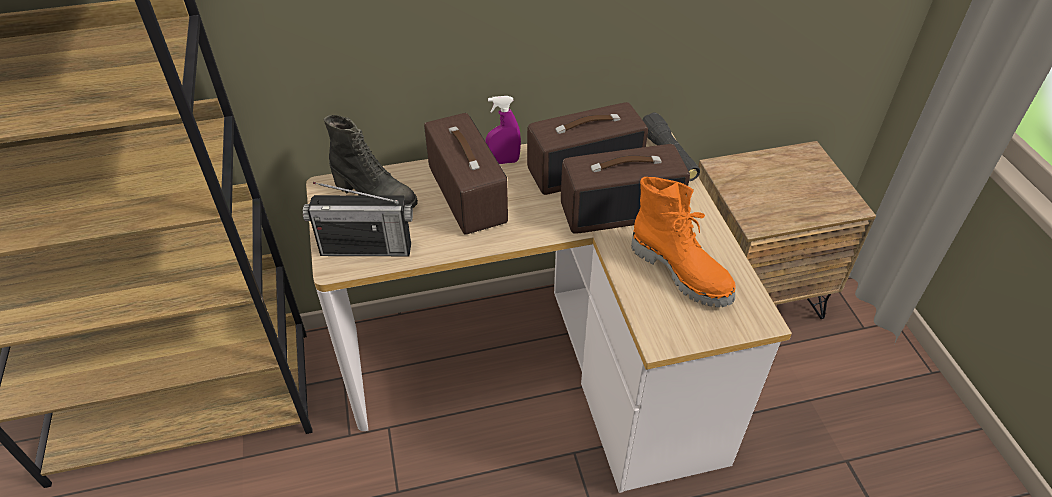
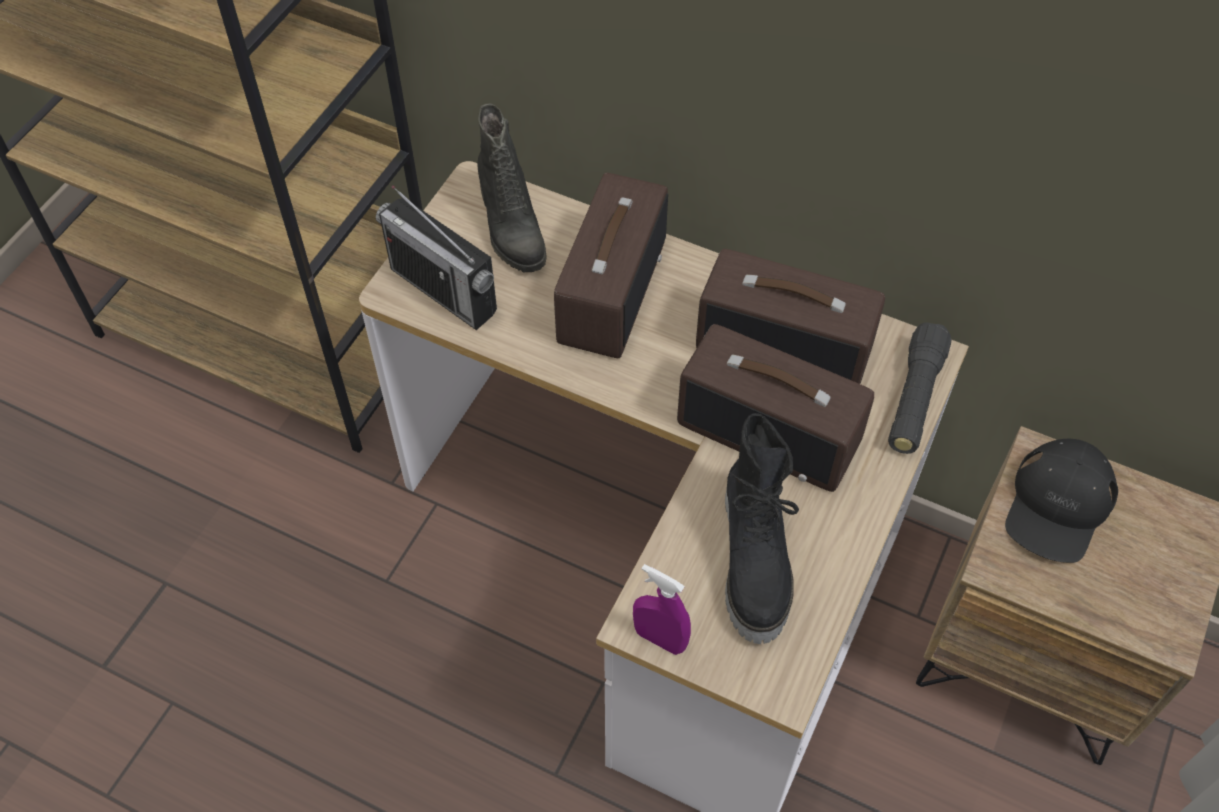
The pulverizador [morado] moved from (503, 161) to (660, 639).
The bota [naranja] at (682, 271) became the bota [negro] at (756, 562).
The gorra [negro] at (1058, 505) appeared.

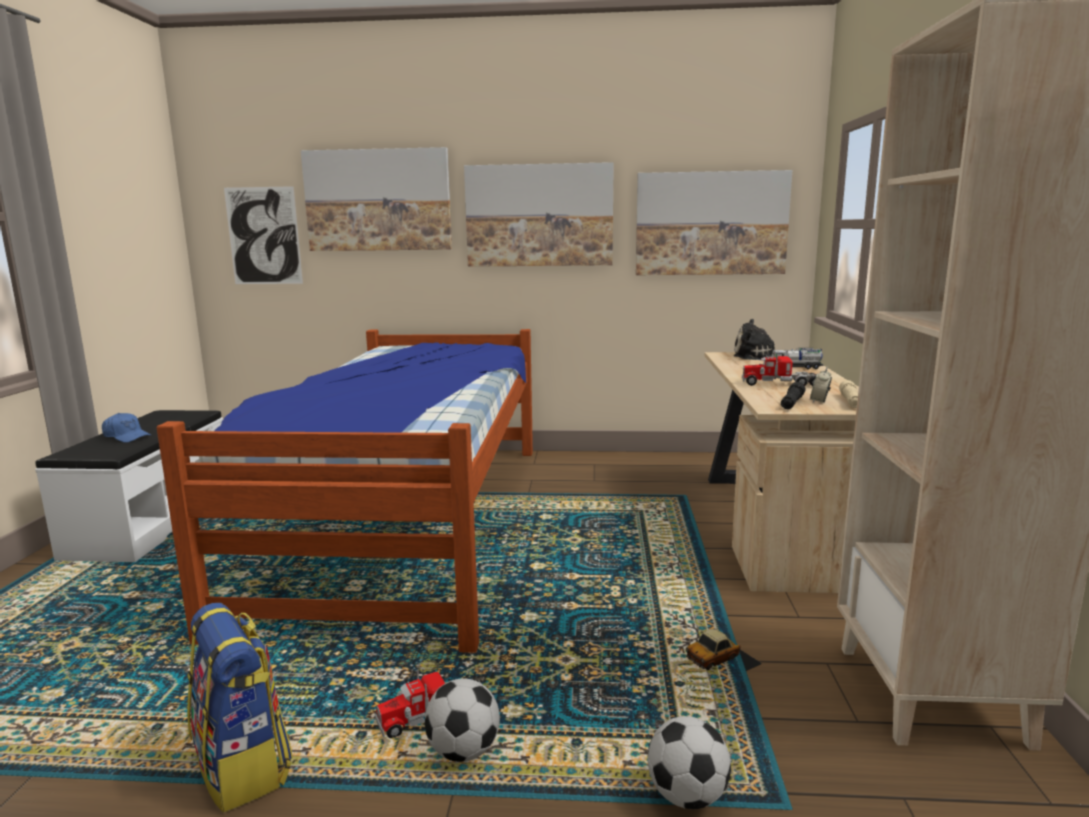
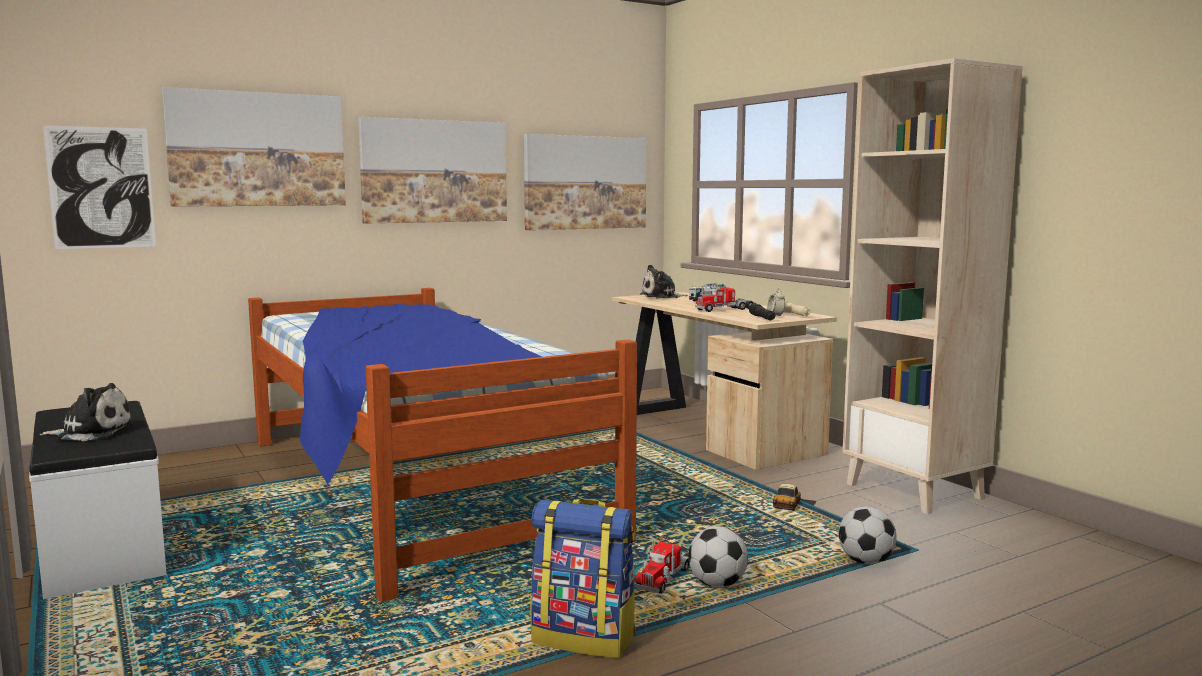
The gorra [azul] at (126, 436) was replaced by the peluche at (91, 432).

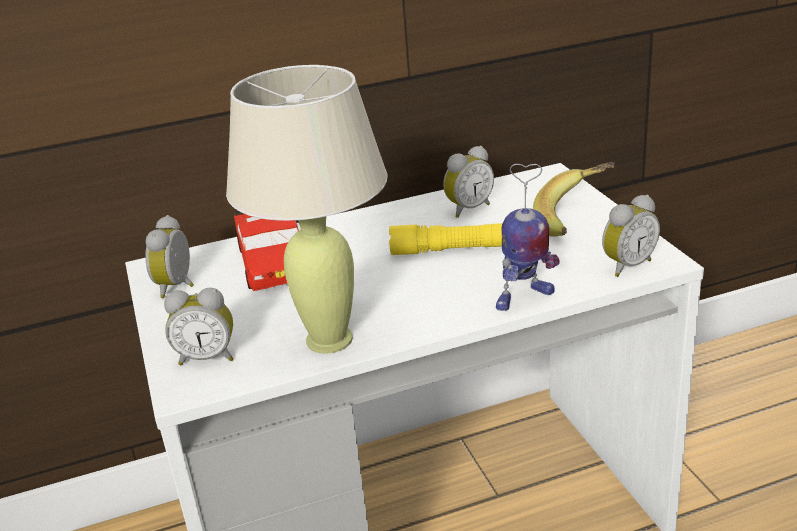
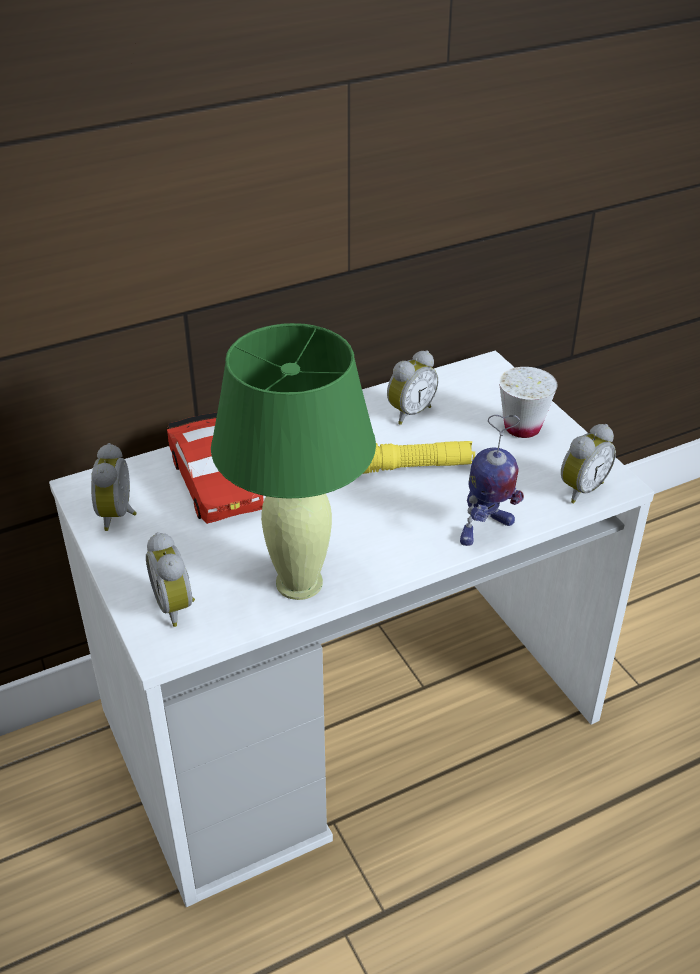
The despertador at (207, 357) turned 75 degrees clockwise.
The lámpara de mesa [beis] at (329, 339) became the lámpara de mesa [verde] at (299, 582).
The plátano at (576, 218) was replaced by the taza [blanco] at (522, 427).

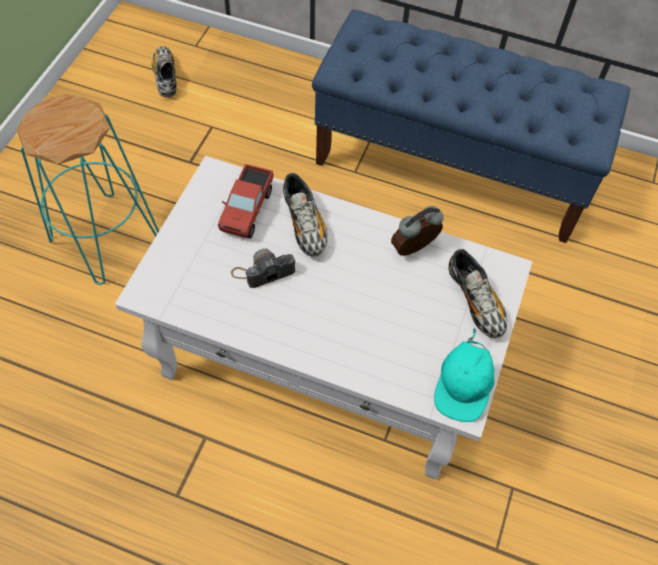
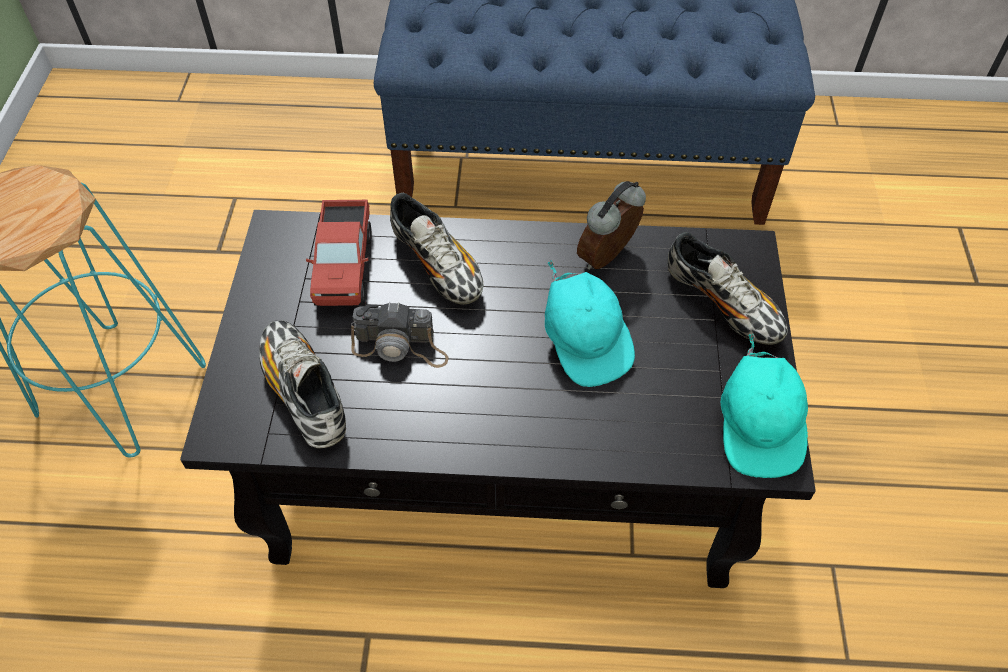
The mesa de centro [blanco] at (327, 357) became the mesa de centro [negro] at (507, 463).
The zapato moved from (166, 77) to (304, 393).
The cámara at (263, 271) turned 135 degrees counterclockwise.
The gorra [turquesa] at (585, 342) appeared.

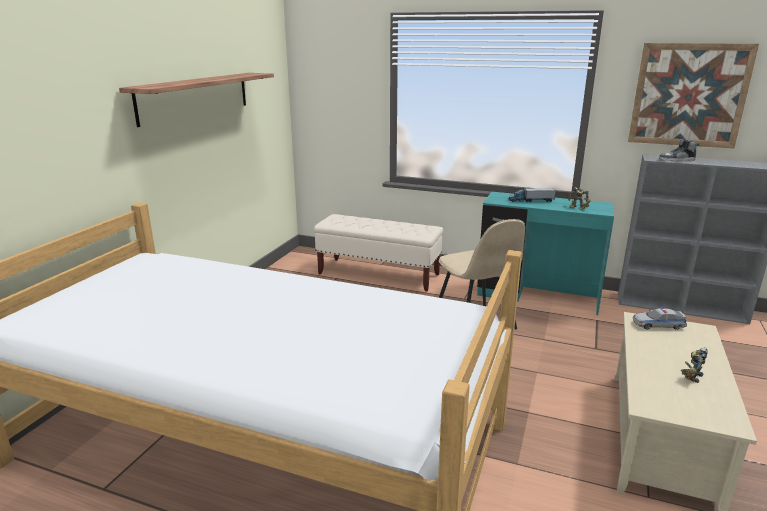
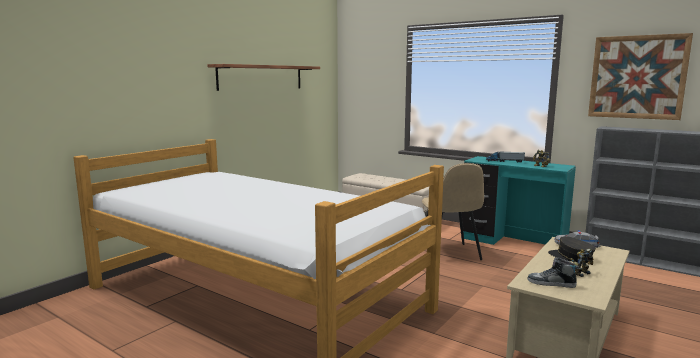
The zapato moved from (676, 160) to (551, 283).
The gorra [gris] at (571, 257) appeared.

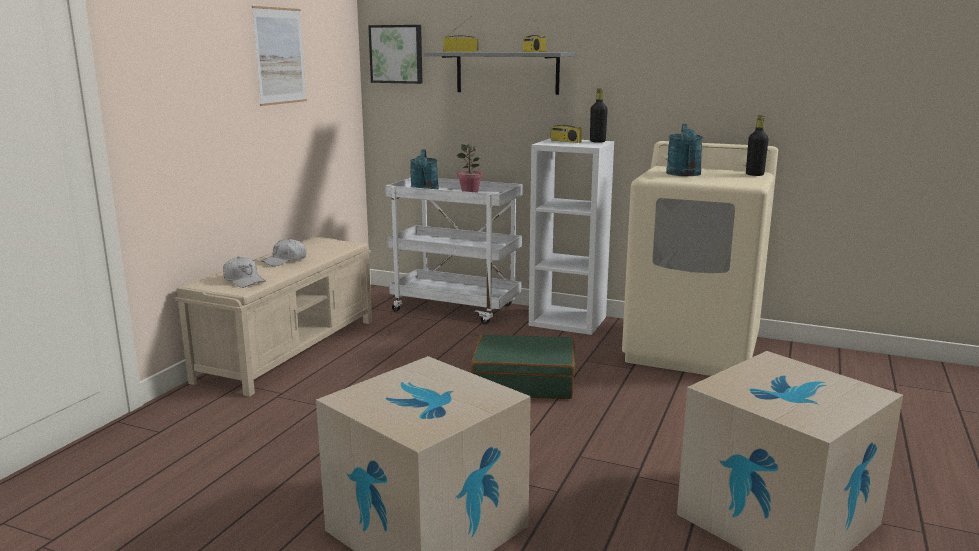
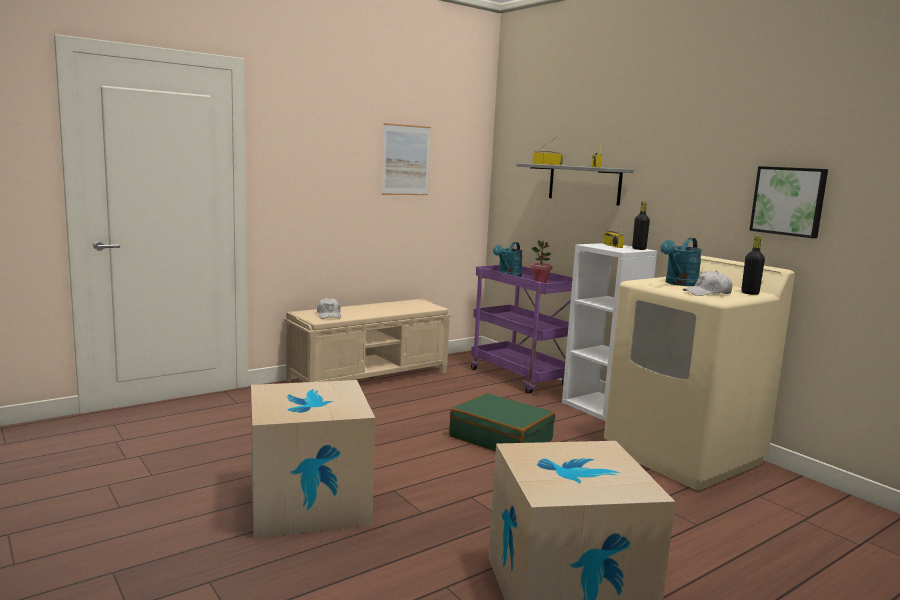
The gorra [blanco] moved from (285, 260) to (707, 293).
The cuadro moved from (397, 54) to (789, 201).
The carrito [blanco] at (457, 308) became the carrito [morado] at (522, 378).

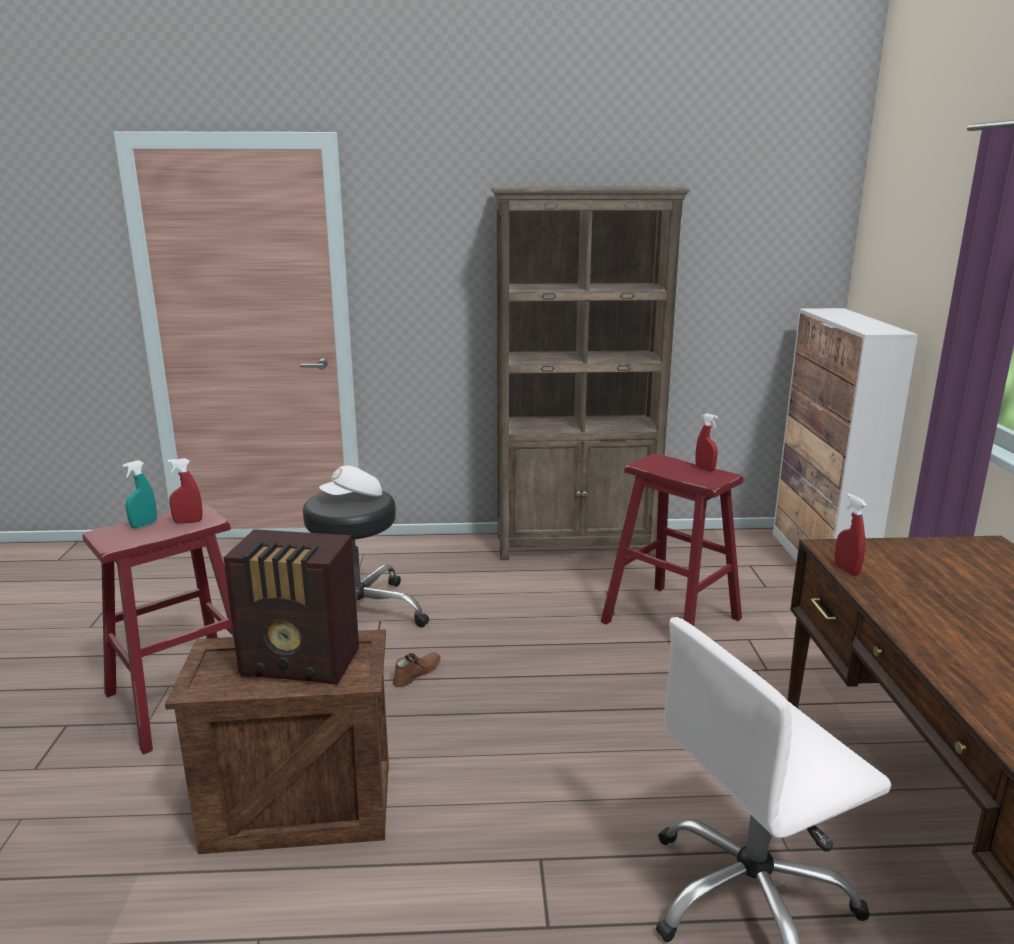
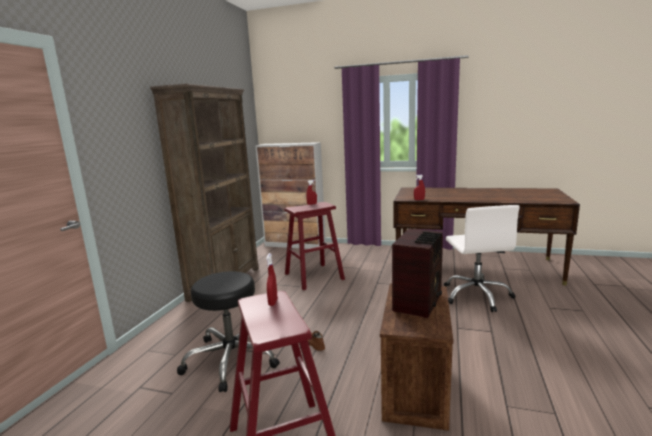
The pulverizador [turquesa] at (144, 525) disappeared.
The gorra [blanco] at (353, 498) disappeared.

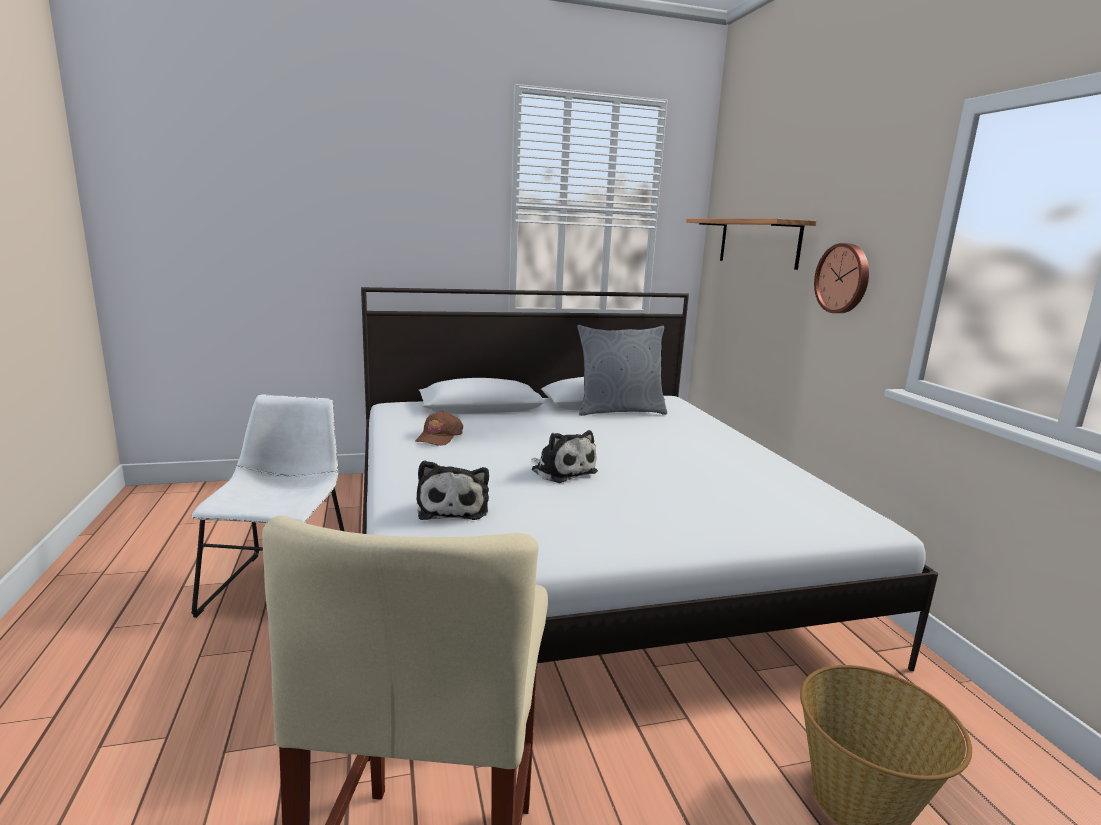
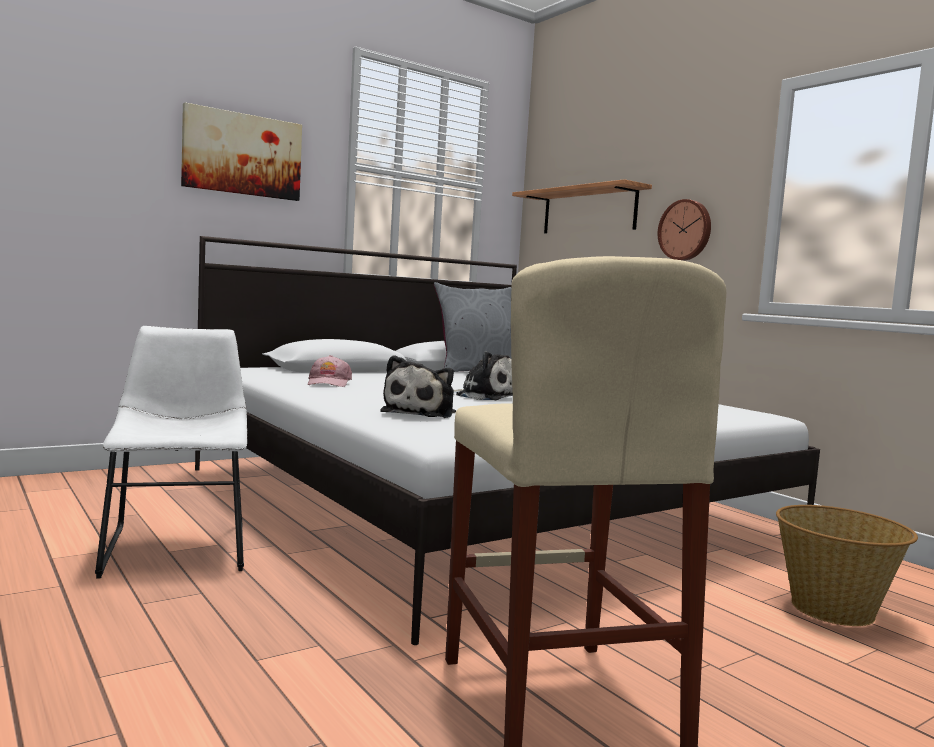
The gorra [marrón] at (439, 437) became the gorra [rosa] at (329, 383).
The peluche at (453, 508) turned 45 degrees clockwise.
The cuadro at (242, 154) appeared.

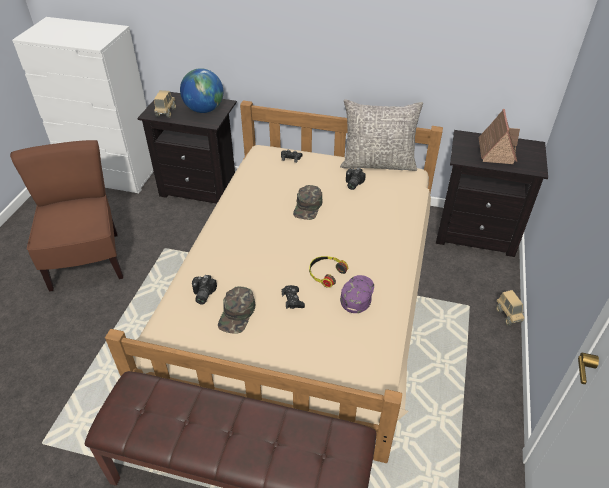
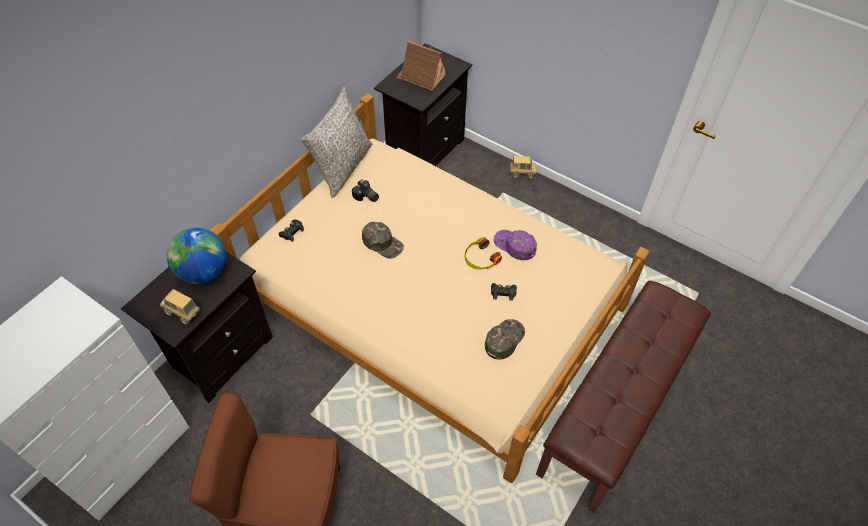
The cámara at (202, 294) disappeared.
The gorra [verde] at (237, 314) turned 90 degrees counterclockwise.

